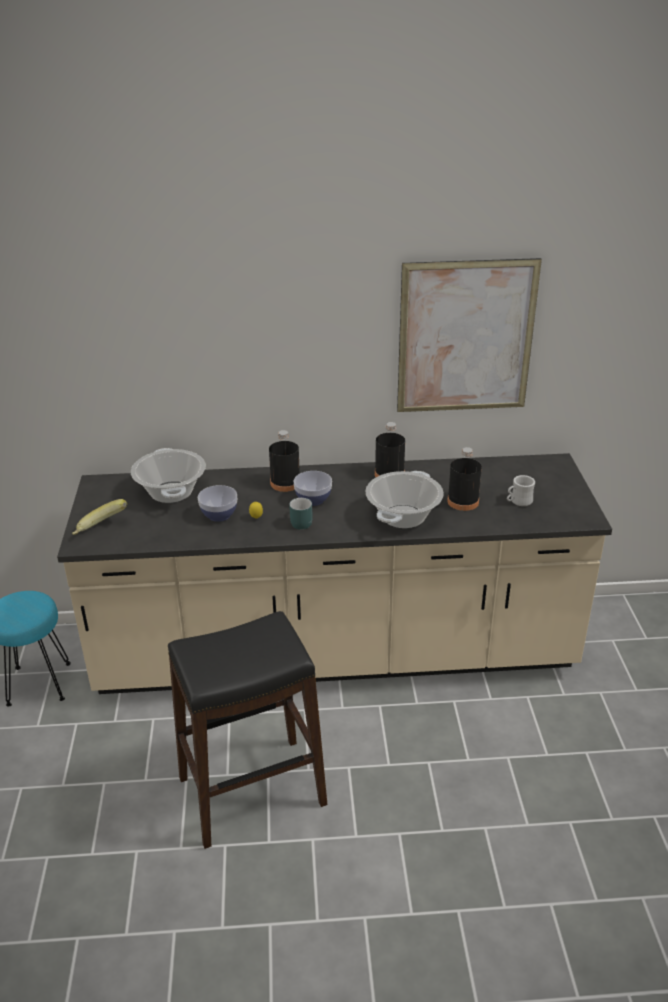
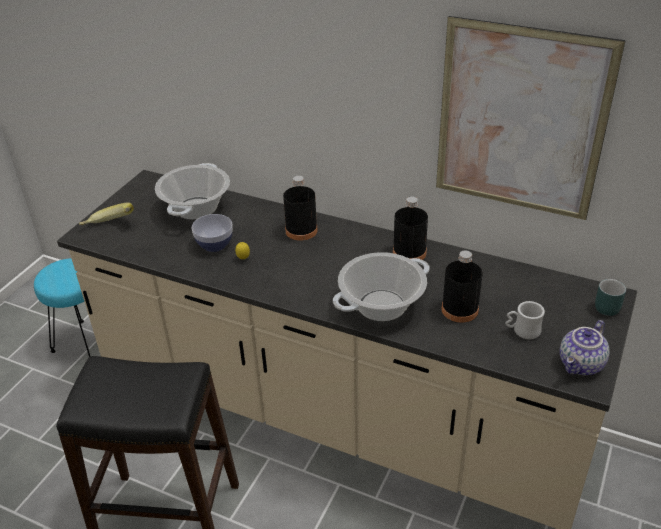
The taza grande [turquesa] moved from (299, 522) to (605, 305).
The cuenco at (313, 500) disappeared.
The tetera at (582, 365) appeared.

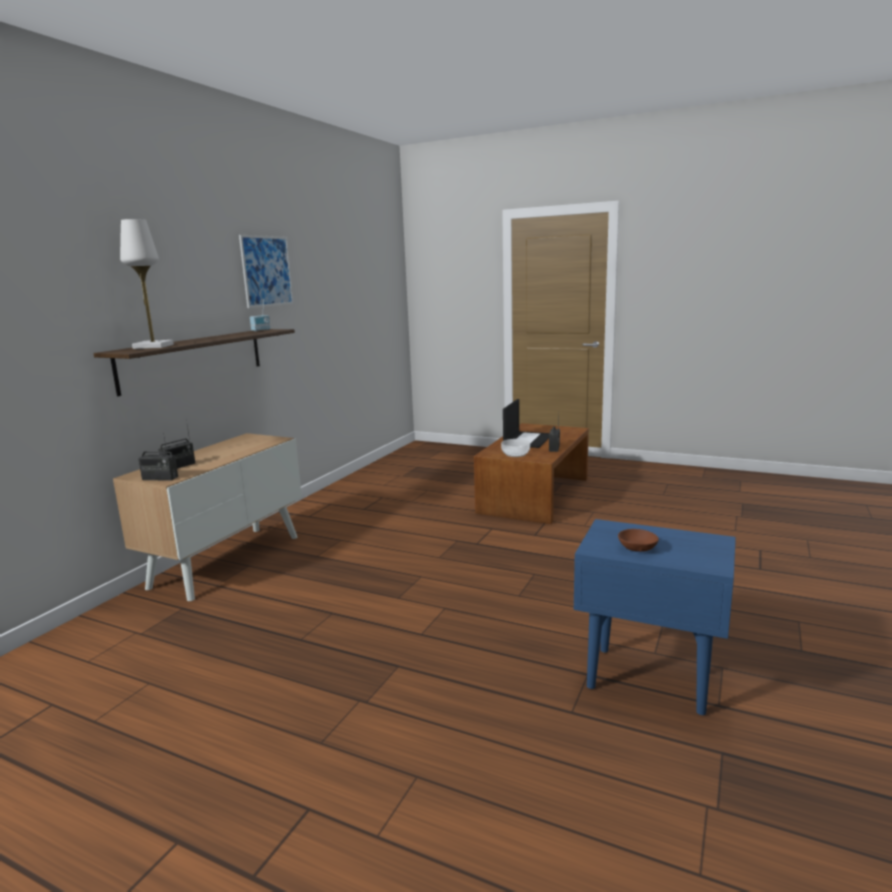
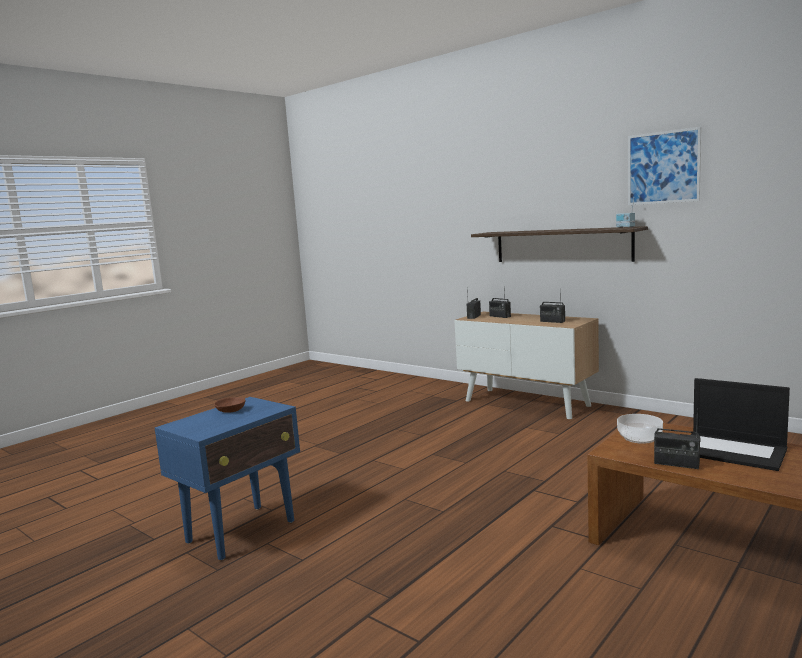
The lámpara de mesa [blanco] at (153, 346) disappeared.
The radio at (552, 321) appeared.

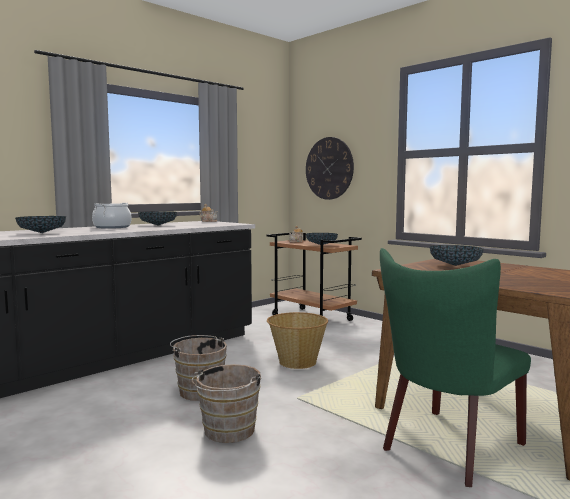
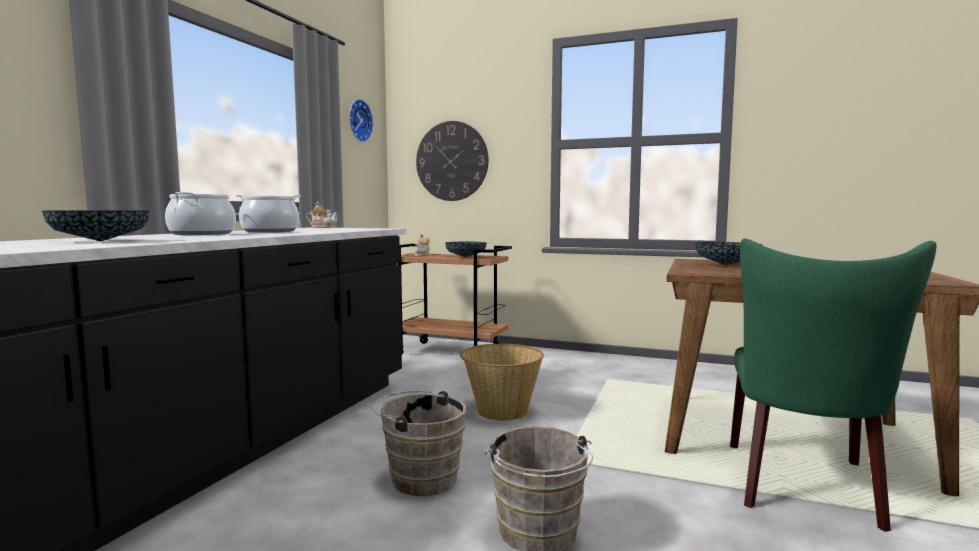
The cuenco at (158, 225) was replaced by the olla at (270, 231).
The reloj de pared at (358, 121) appeared.

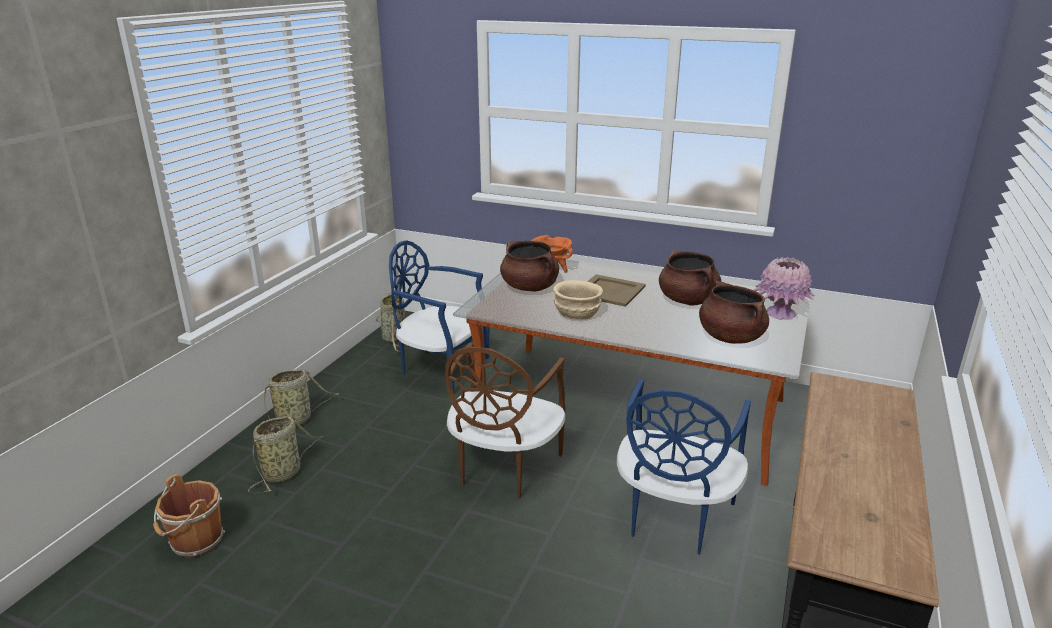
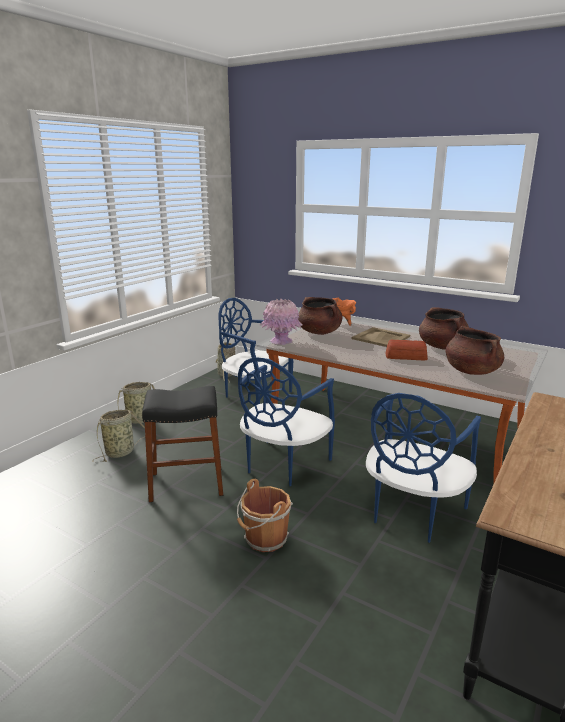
The cubo [marrón] moved from (195, 542) to (264, 539).
The silla [marrón] at (503, 468) became the silla [azul] at (283, 464).
The cuenco [beis] at (576, 314) disappeared.
The florero [rosa] moved from (780, 313) to (281, 341).
The taburete [negro] at (187, 484) appeared.
The pan at (405, 356) appeared.

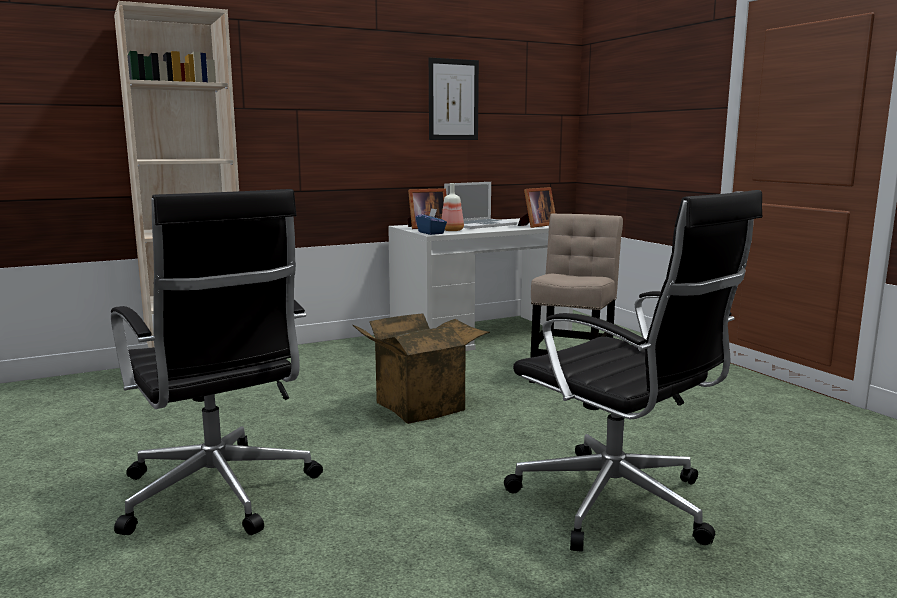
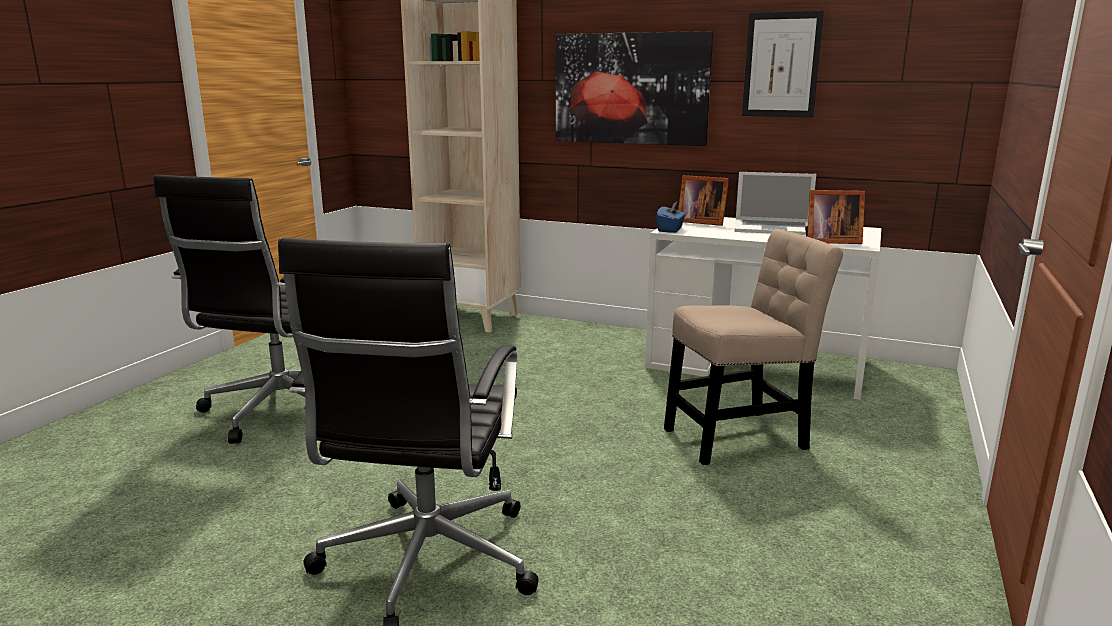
The caja de cartón at (419, 405) disappeared.
The botella at (452, 230) disappeared.
The cuadro at (631, 89) appeared.

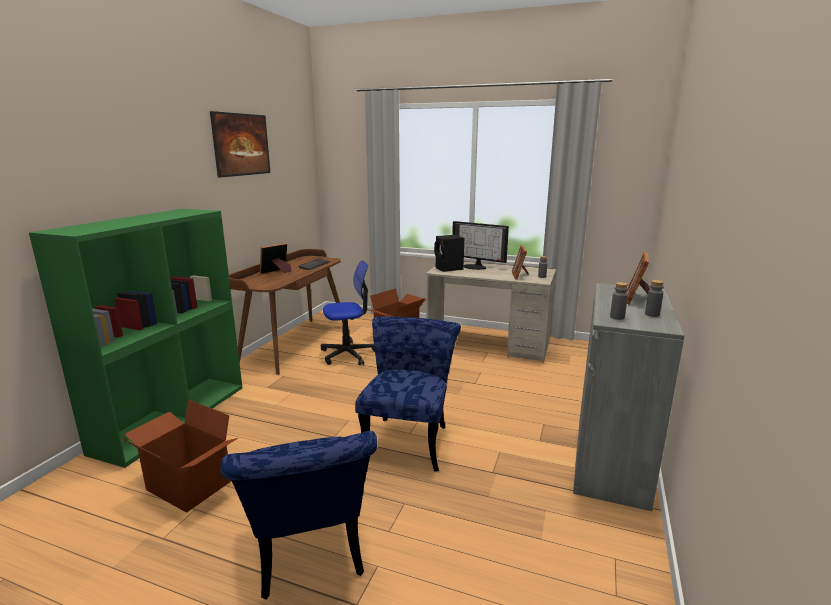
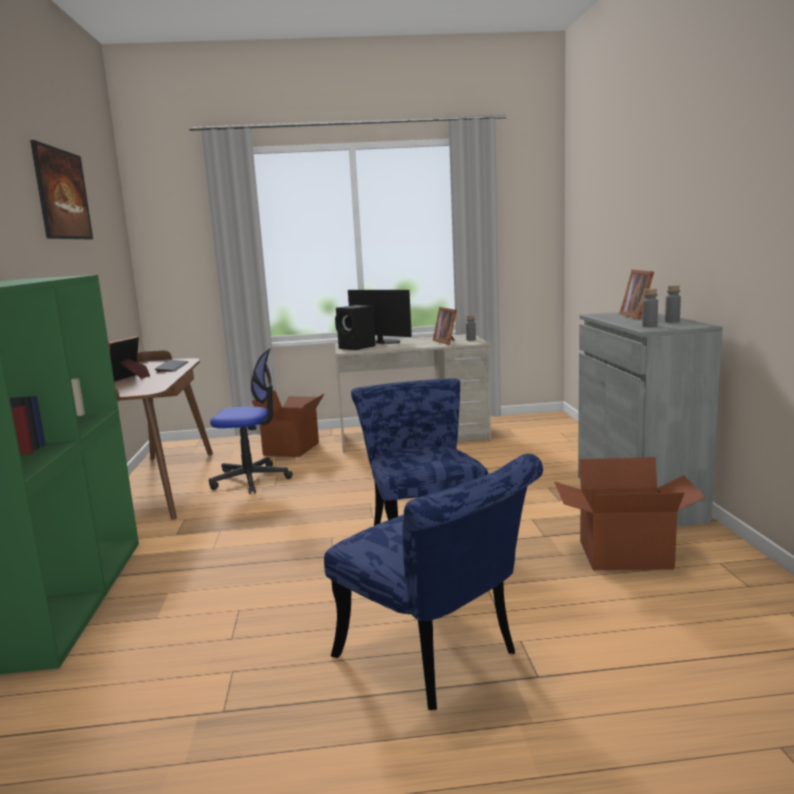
The caja de cartón moved from (187, 486) to (625, 555).
The silla de oficina at (348, 354) turned 45 degrees clockwise.
The monitor at (476, 266) turned 150 degrees counterclockwise.

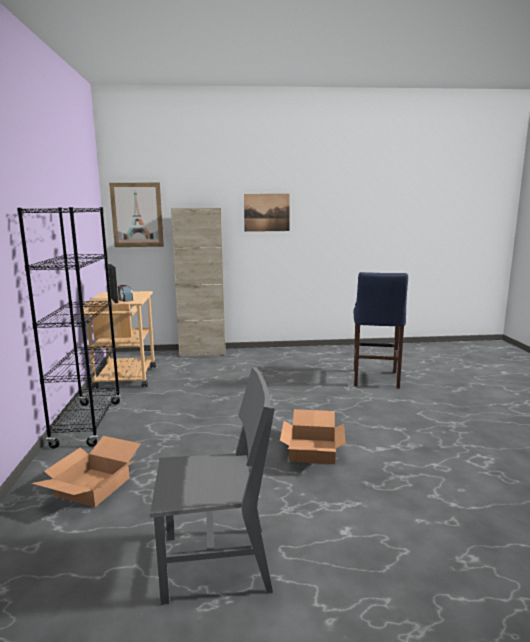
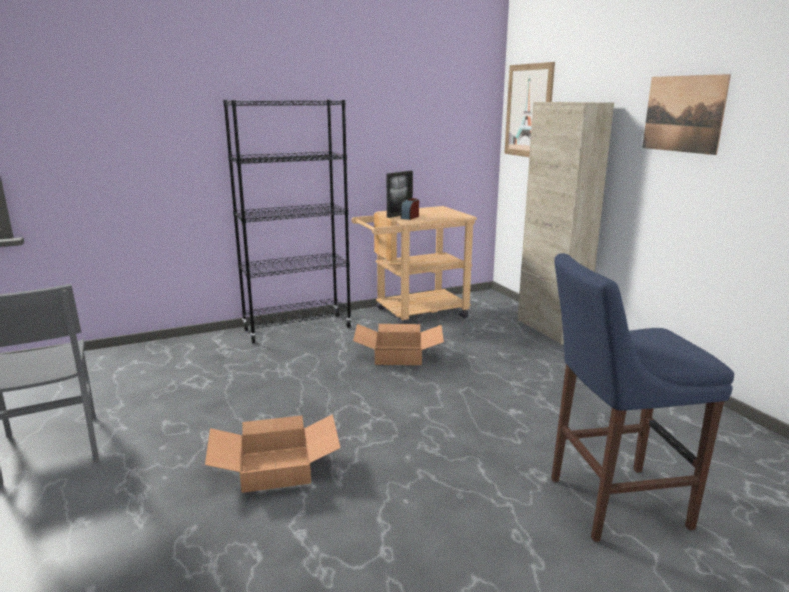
The caja de cartón moved from (93, 487) to (397, 355).

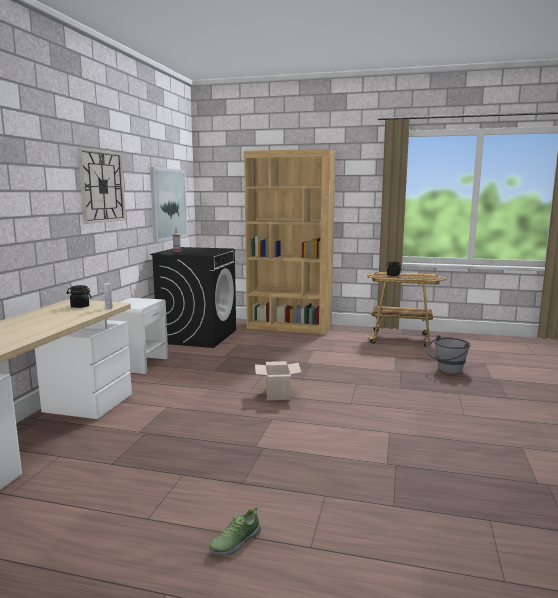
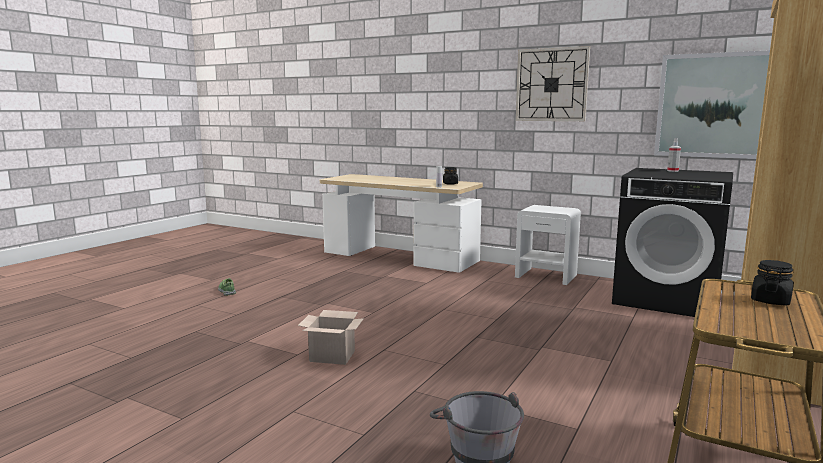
The caja de cartón moved from (277, 394) to (333, 356).

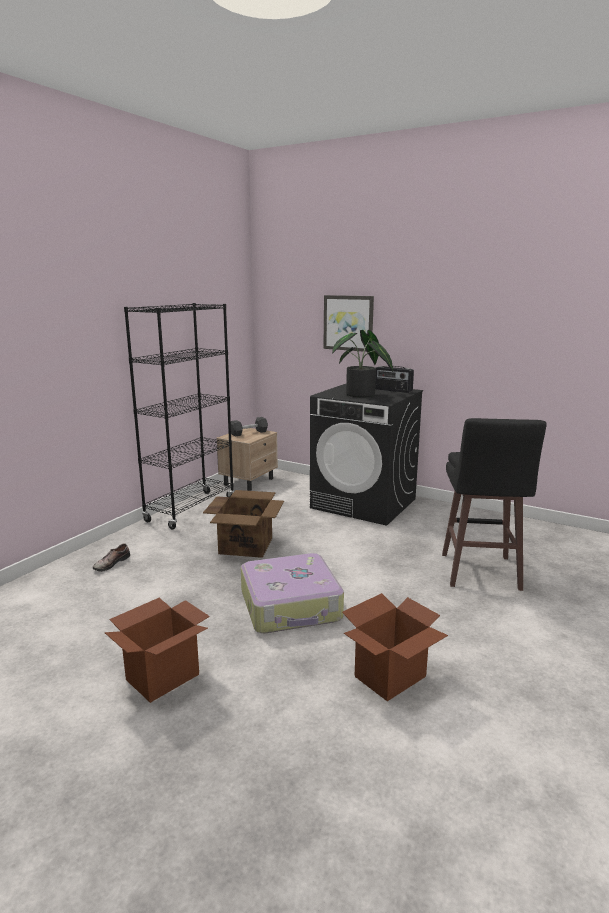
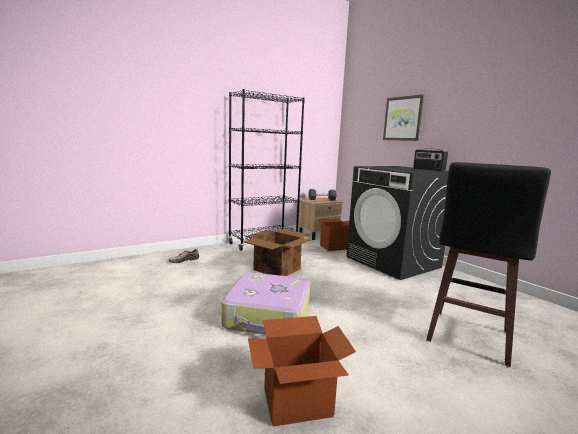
The caja de cartón moved from (163, 677) to (334, 247).
The planta en maceta at (361, 395) disappeared.

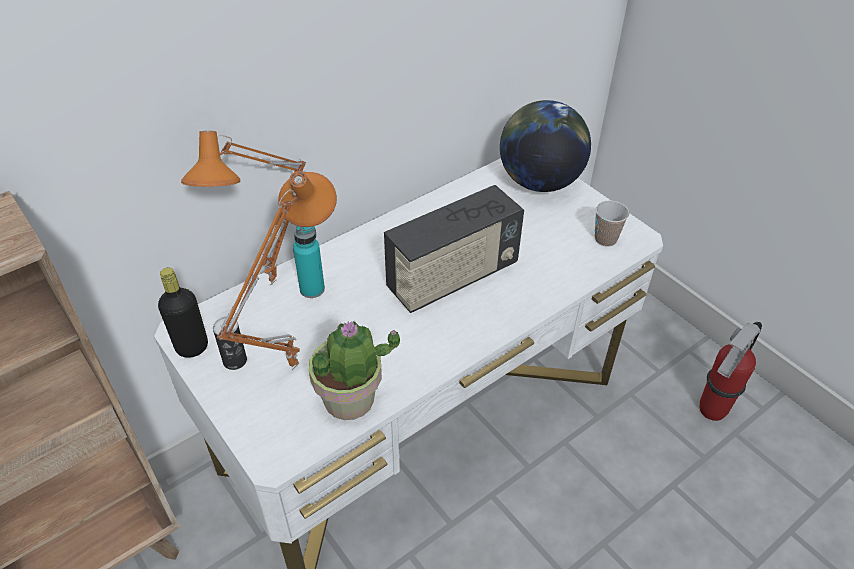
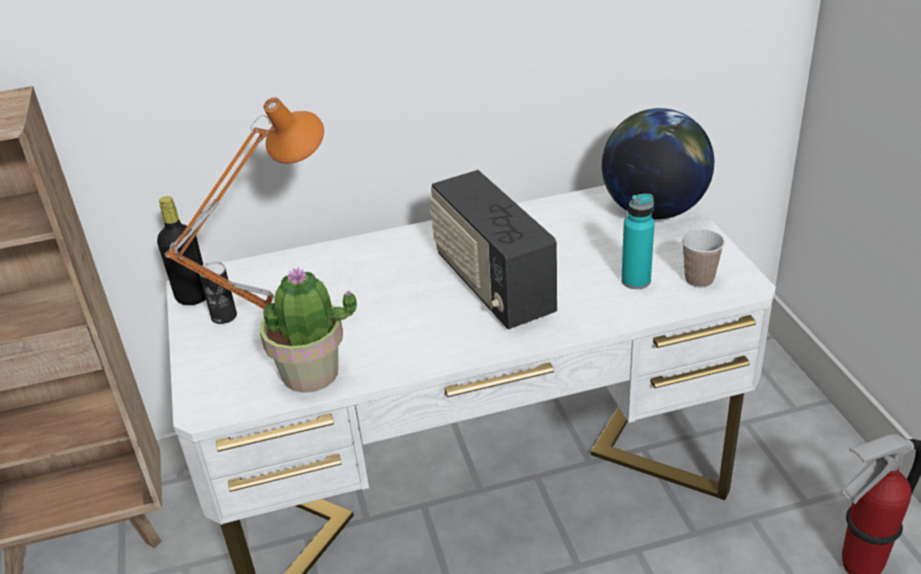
The lámpara de mesa [naranja] at (276, 284) disappeared.
The botella [turquesa] moved from (312, 289) to (636, 281).
The radio at (452, 278) turned 75 degrees clockwise.

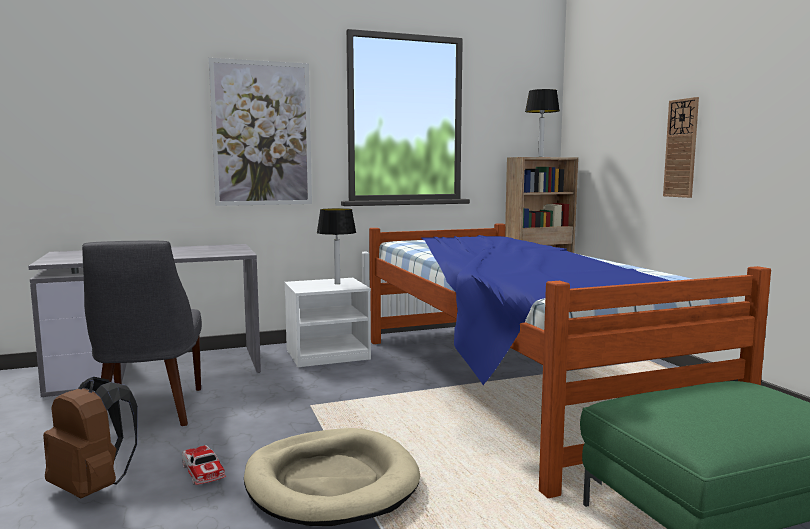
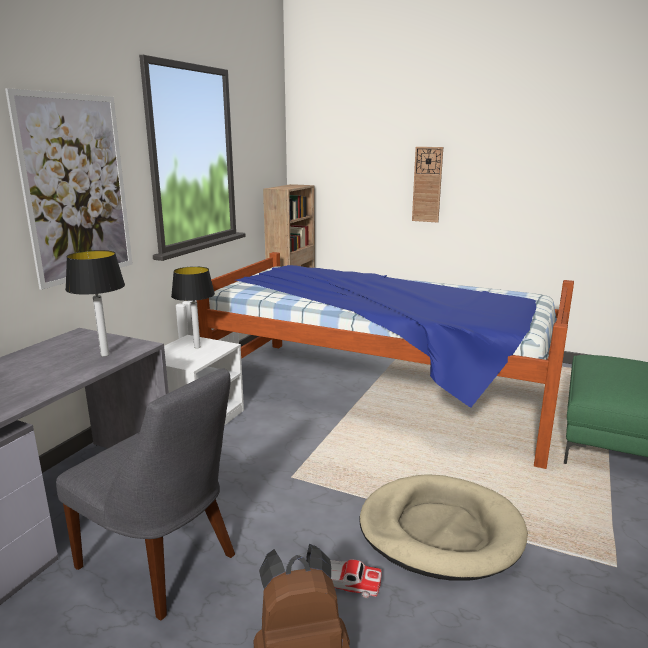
The lámpara de mesa moved from (540, 157) to (105, 355).

